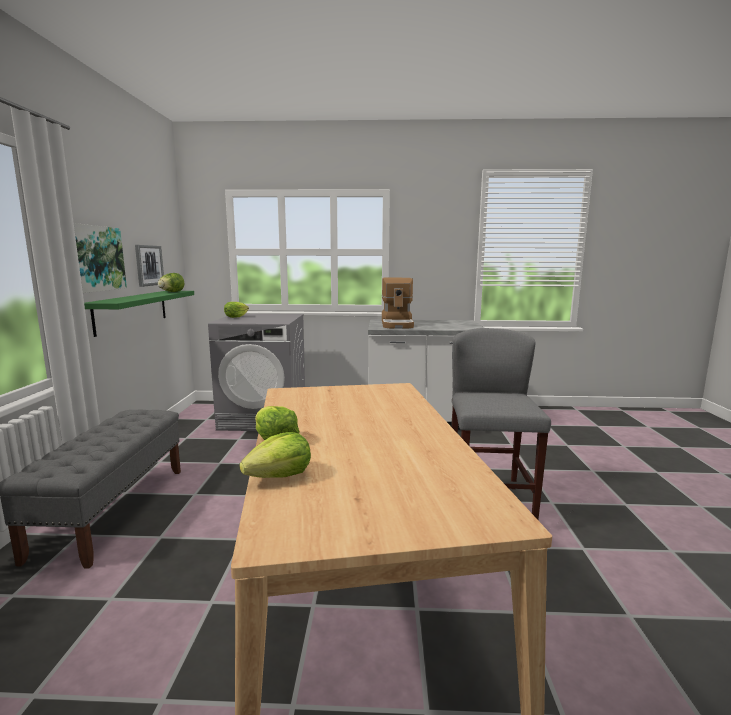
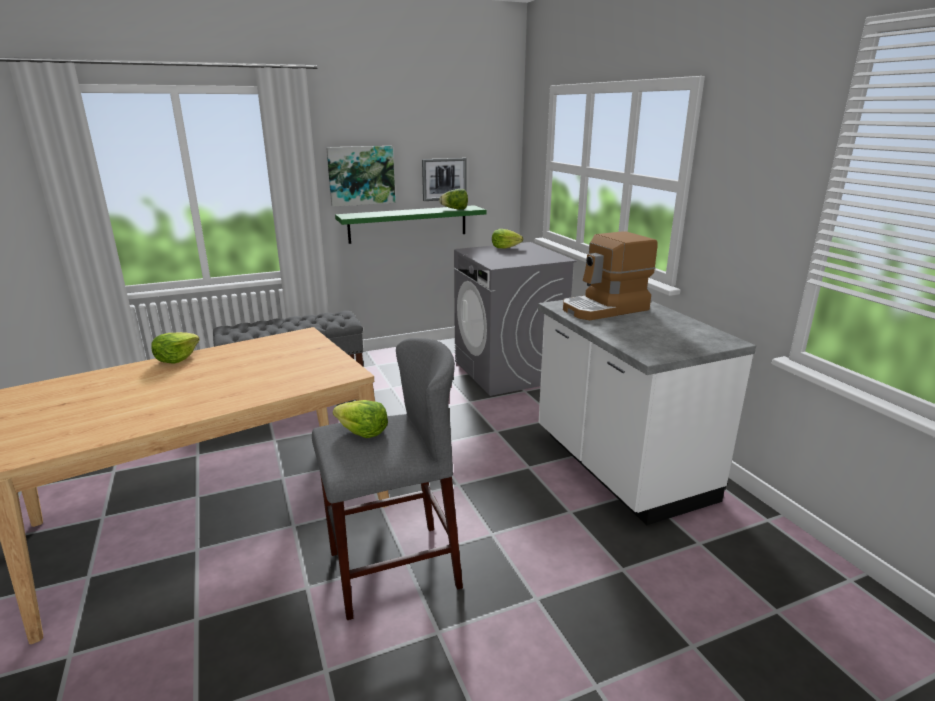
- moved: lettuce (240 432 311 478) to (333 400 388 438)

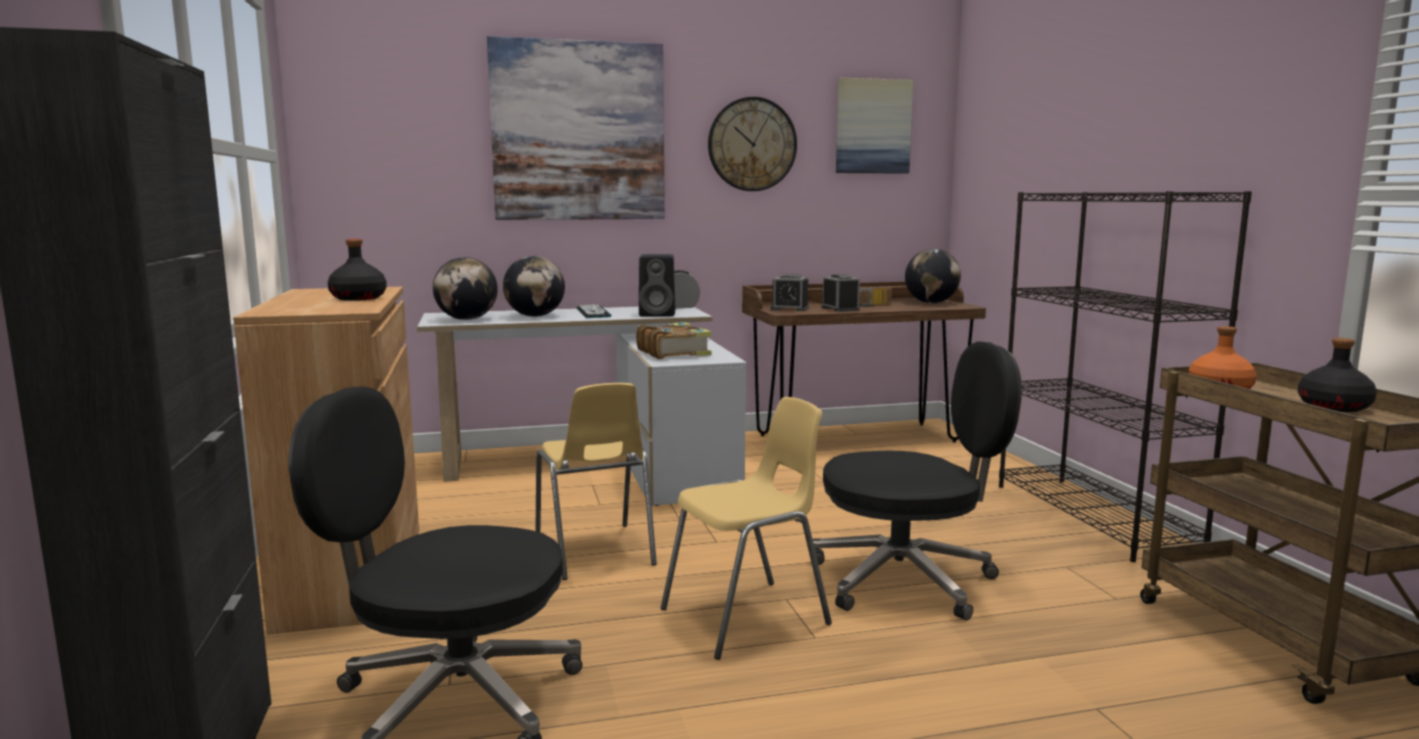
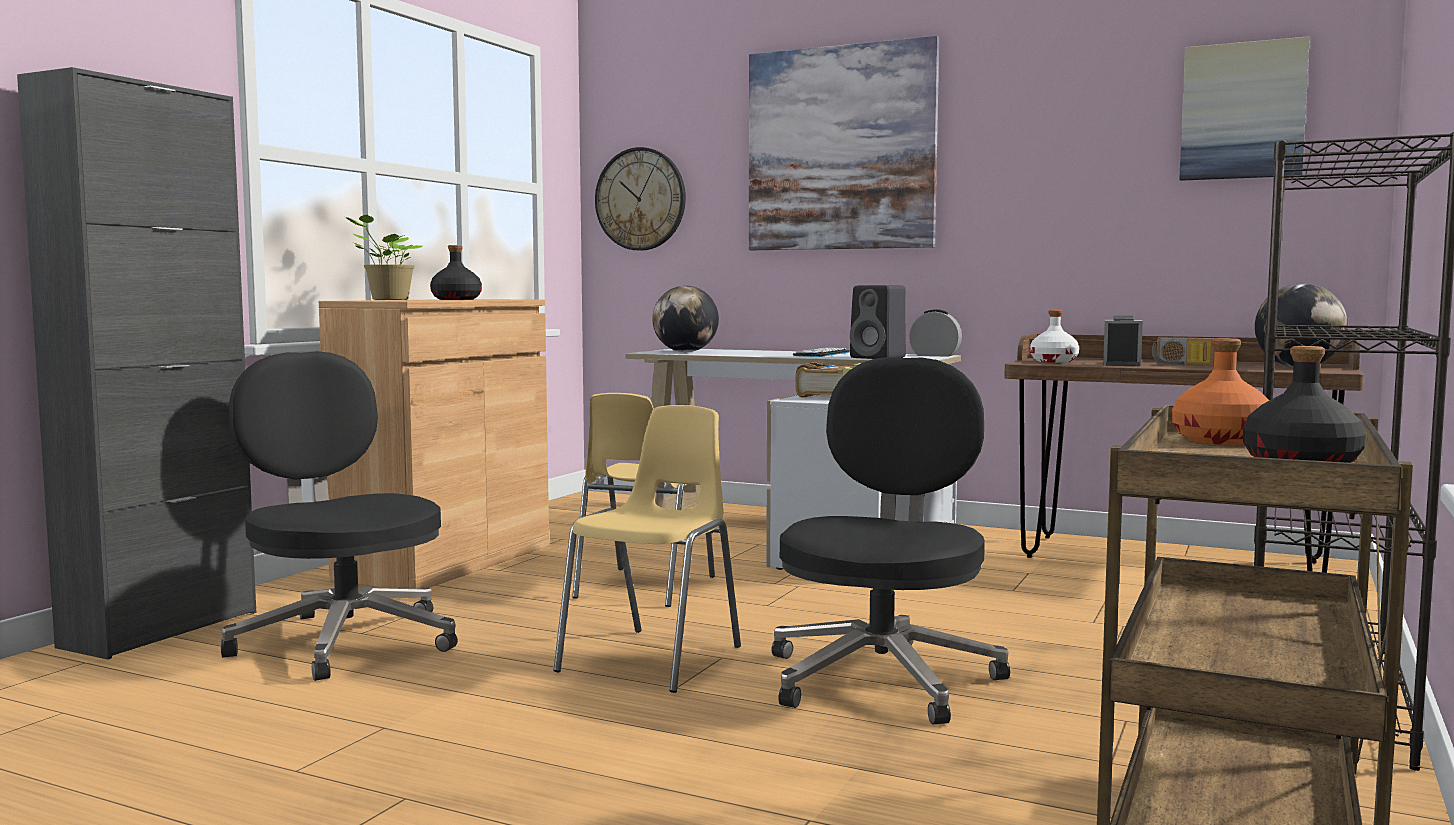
- moved: wall clock (708 97 797 191) to (595 147 686 251)
- removed: globe (503 256 565 317)
- replaced: alarm clock (771 274 809 311) to white bottle (1030 310 1079 363)
- turned: black office chair (813 341 1022 621) = (771 357 1010 724) 105 degrees counterclockwise
- turned: yellow chair (661 397 832 660) = (553 405 741 693) 75 degrees counterclockwise
- added: potted plant (346 215 422 300)

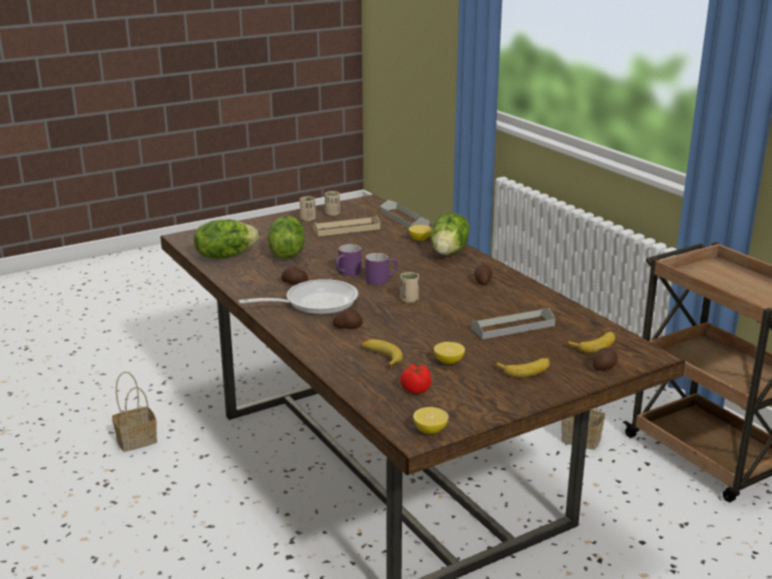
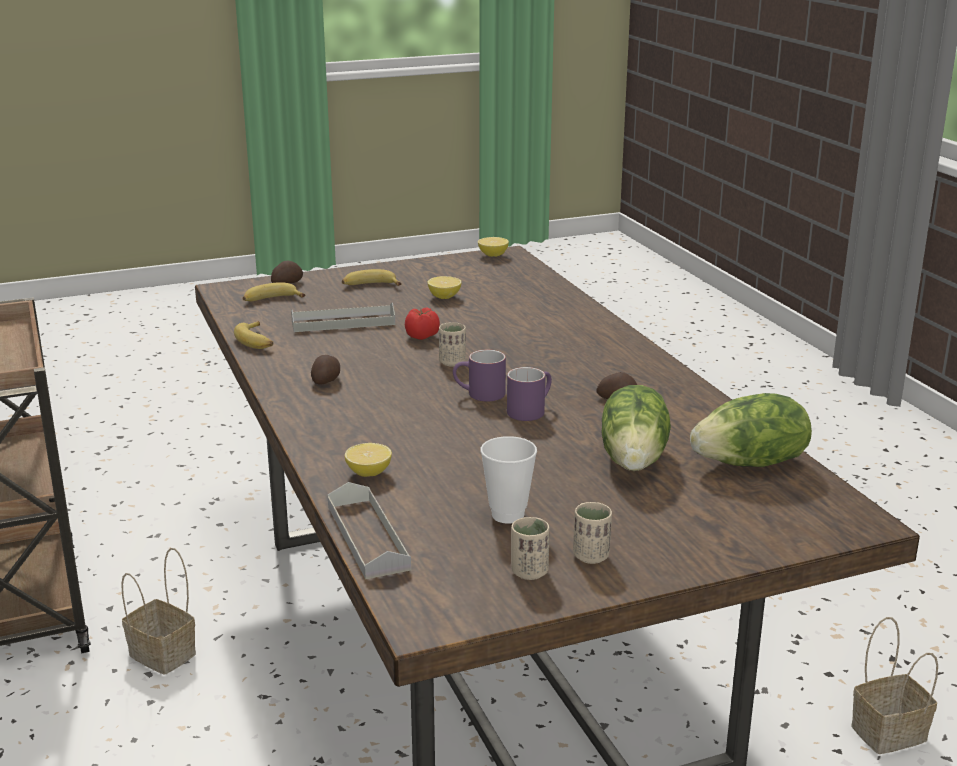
- removed: lettuce (431 213 469 255)
- replaced: beige tray (313 215 380 236) to cup (480 436 537 524)
- removed: frying pan (239 279 358 314)
- removed: potato (333 308 363 329)
- moved: banana (362 339 403 368) to (234 321 273 349)
- moved: tomato (400 364 431 394) to (405 307 440 340)

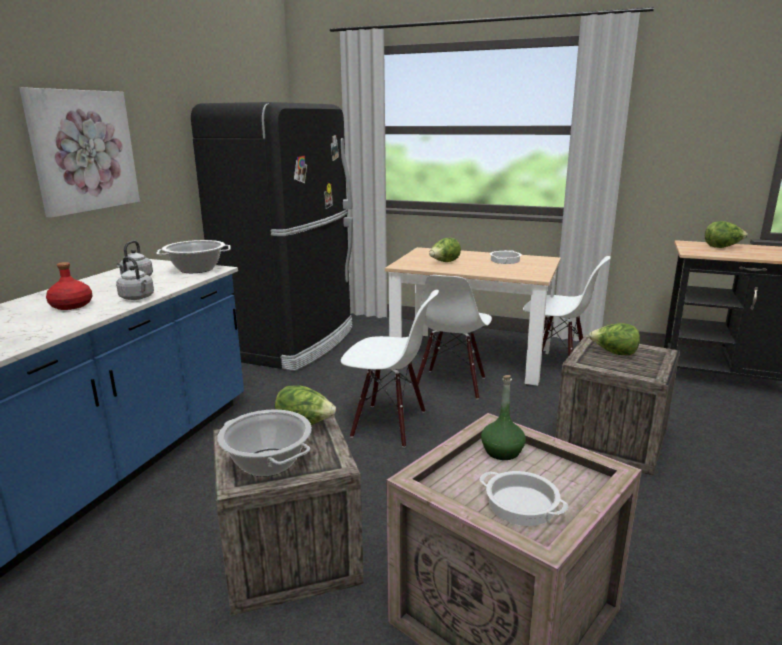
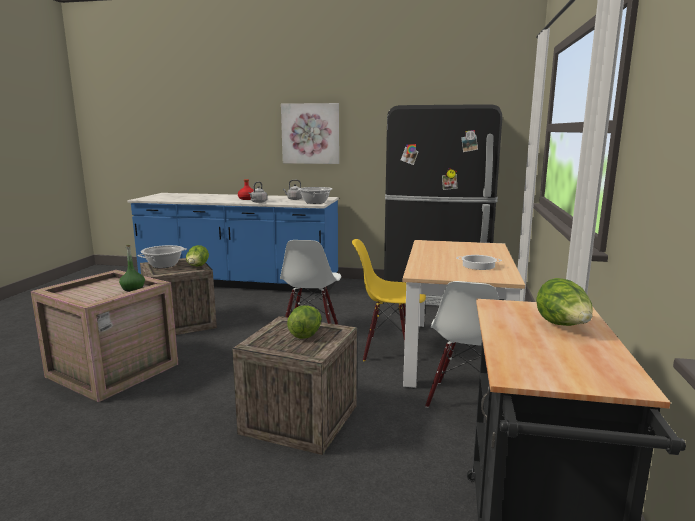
- removed: lettuce (429 237 461 262)
- recoloured: white chair (416 275 492 400) to yellow chair (352 239 426 361)
- removed: cooking pot (479 471 568 526)

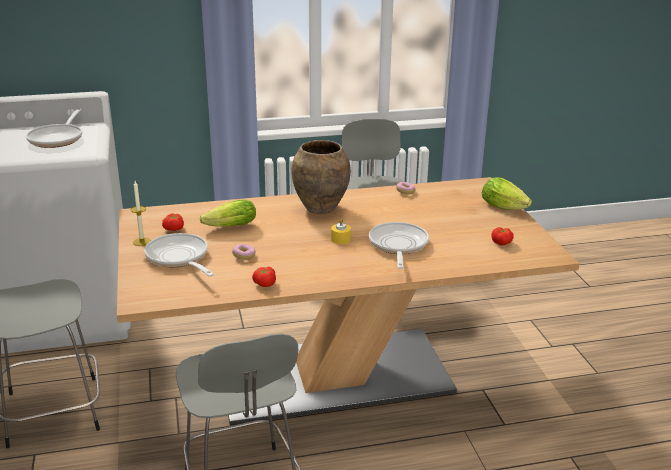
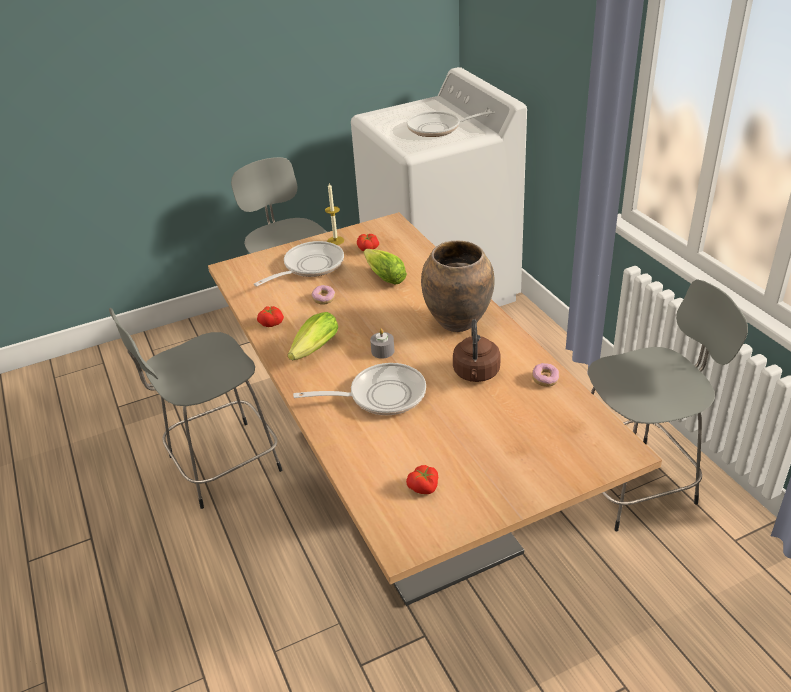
- moved: lettuce (482 177 532 210) to (288 312 338 360)
- recoloured: yellow candle (331 218 351 244) to grey candle (370 329 394 359)
- added: brown kettle (453 319 501 382)

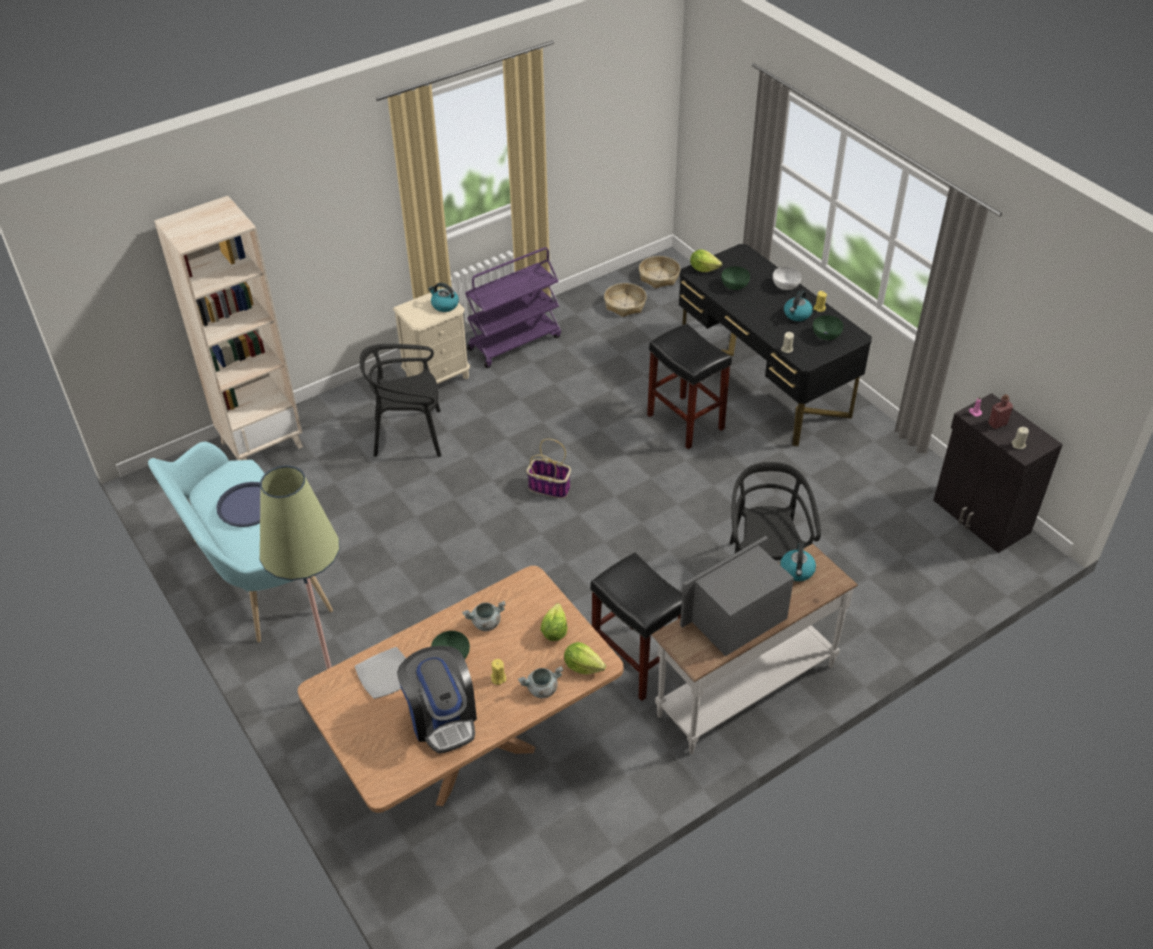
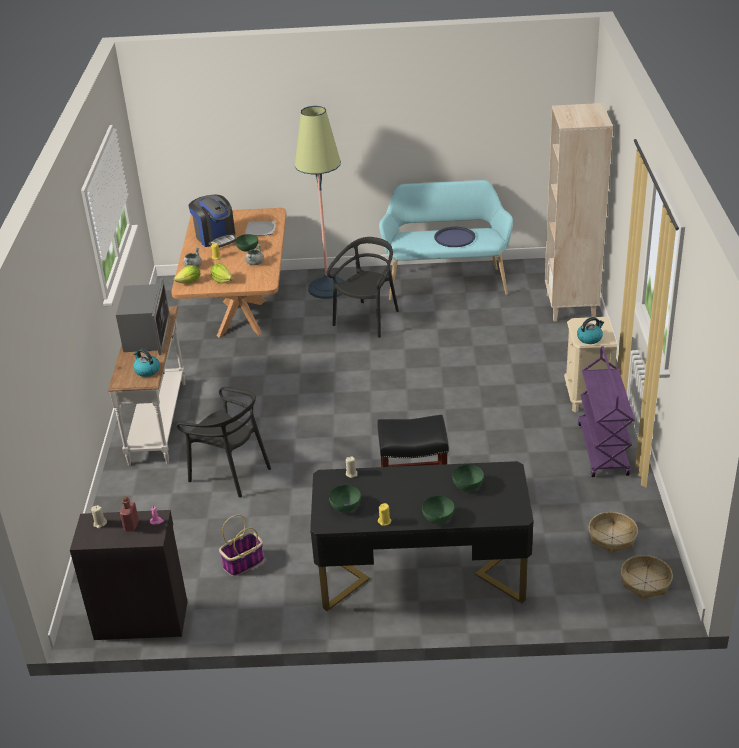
- removed: lettuce (690 249 722 272)
- recoloured: white bowl (773 267 802 290) to green bowl (422 496 454 524)
- removed: kettle (784 290 813 321)
- moved: black chair (360 344 442 457) to (327 237 399 338)
- moved: basket (526 439 571 498) to (219 515 264 576)
- removed: black stool (590 553 682 701)
- turned: coffee machine (397 646 477 753) = (188 194 236 248) 135 degrees counterclockwise

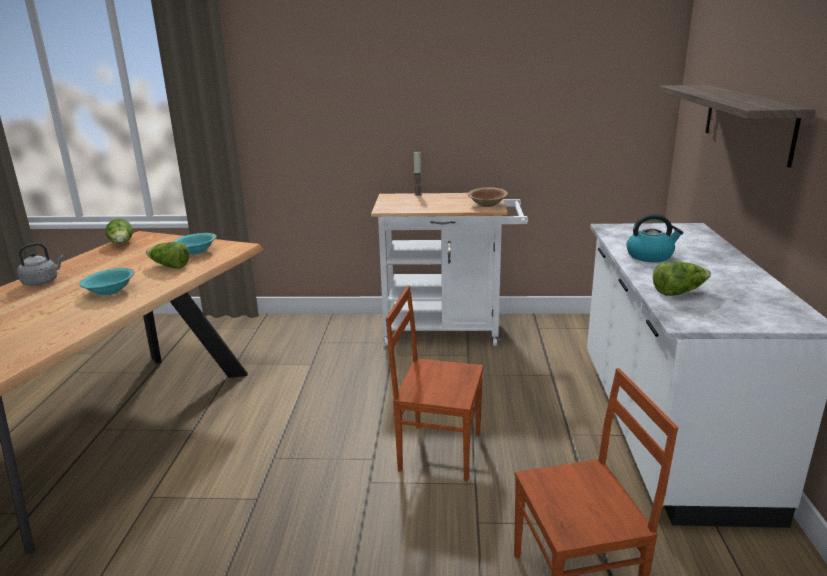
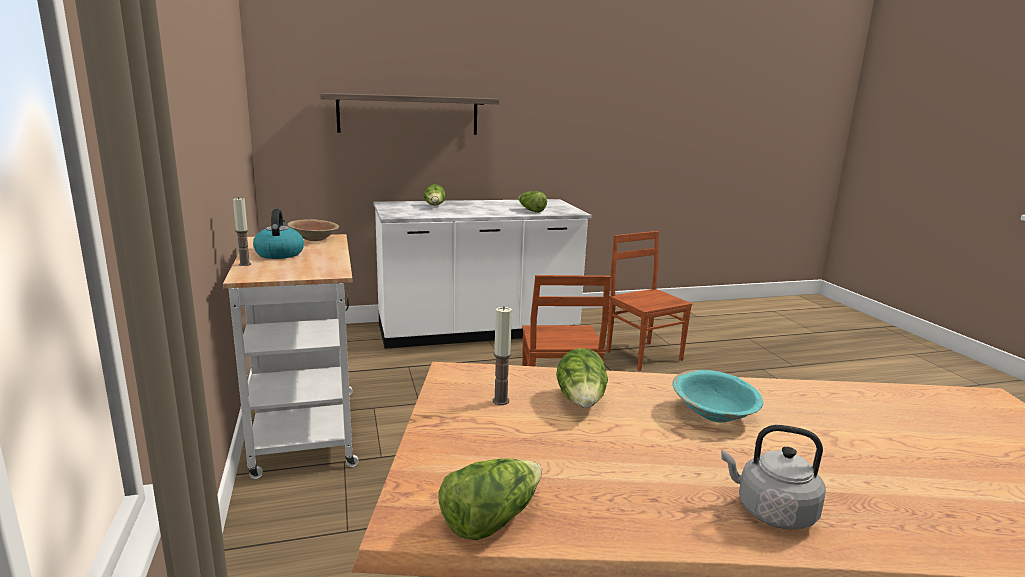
- moved: kettle (626 214 683 262) to (253 209 304 259)
- replaced: turquoise bowl (173 233 217 255) to candle (492 307 512 405)
- added: lettuce (424 184 446 205)

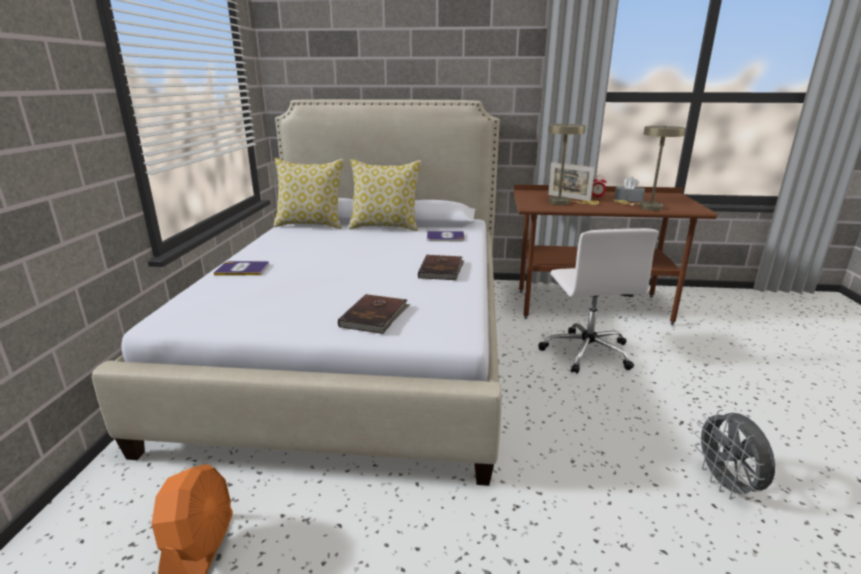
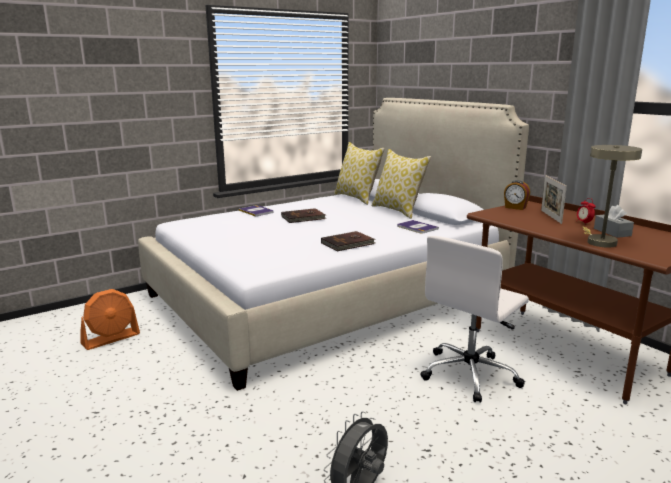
- removed: beige table lamp (548 124 599 205)
- moved: brown book (338 294 410 334) to (281 208 326 223)
- added: alarm clock (504 180 530 210)

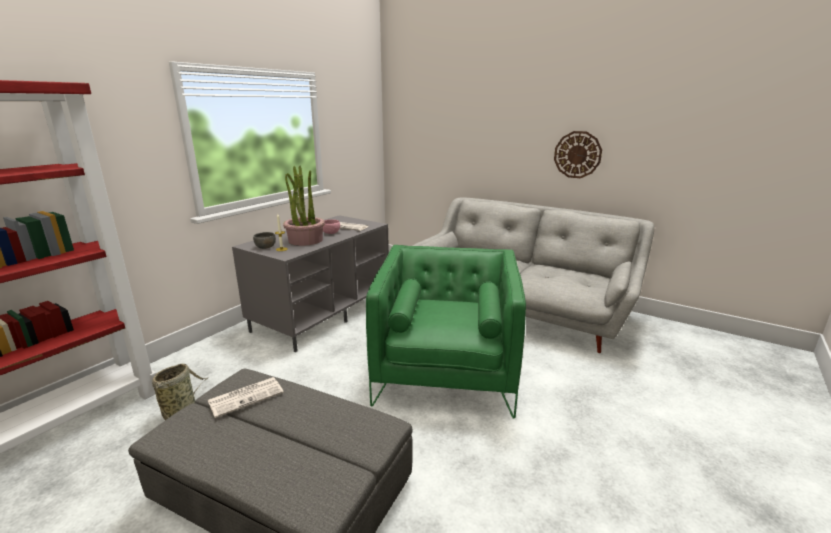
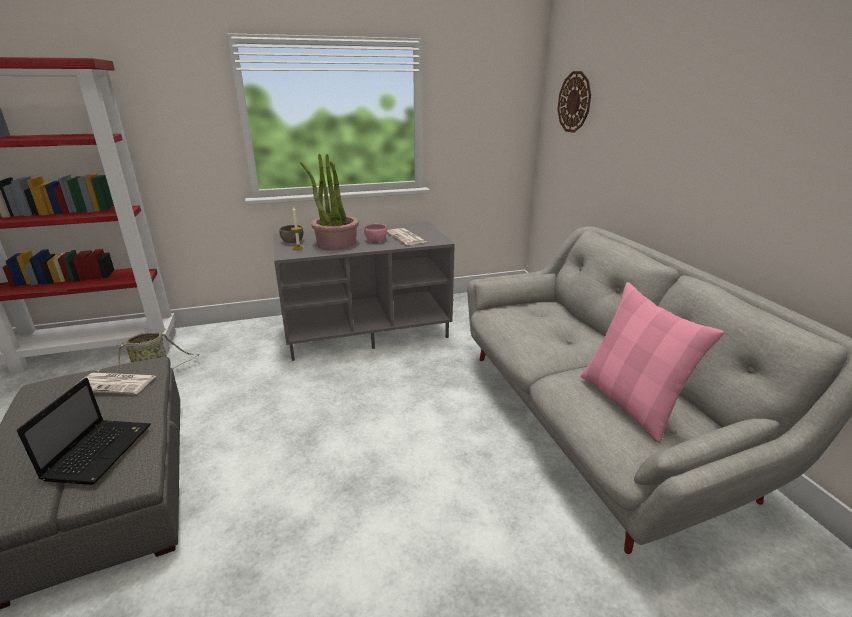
- moved: wall clock (554 131 602 178) to (558 71 591 133)
- removed: green armchair (366 245 526 419)
- added: pink pillow (581 282 724 443)
- added: laptop (17 378 150 485)

